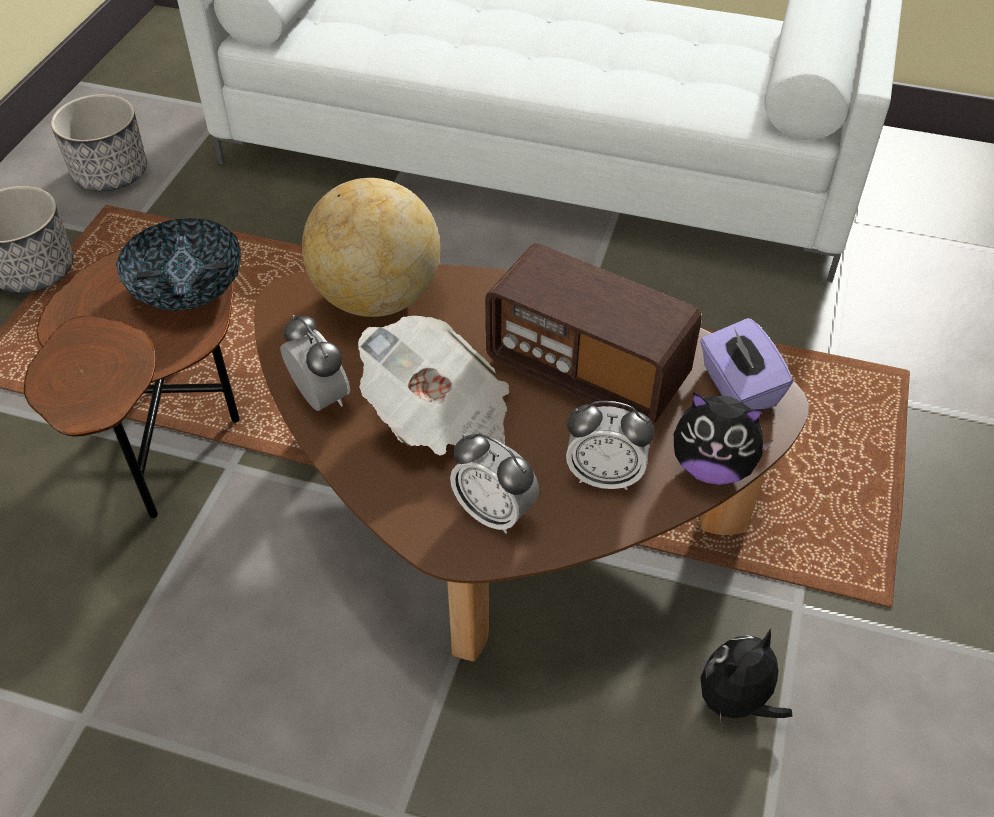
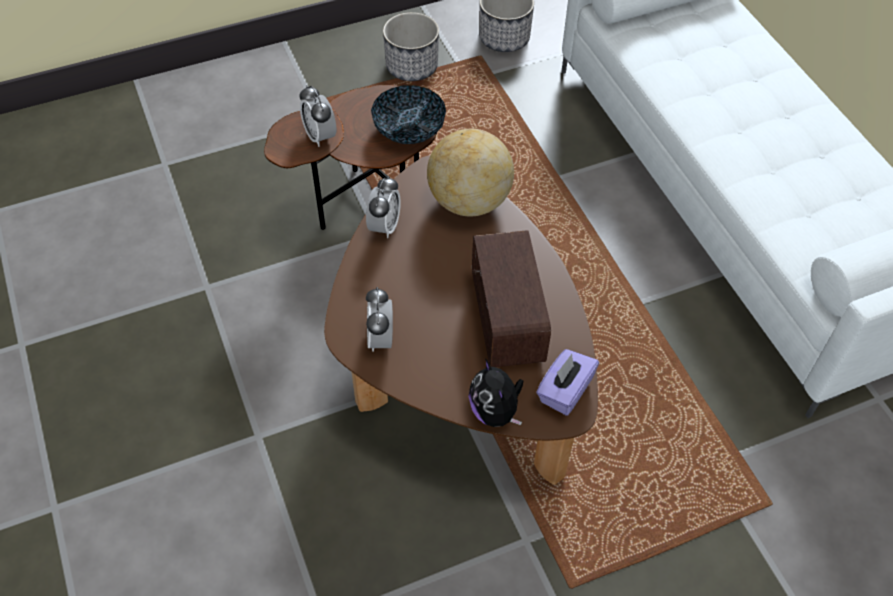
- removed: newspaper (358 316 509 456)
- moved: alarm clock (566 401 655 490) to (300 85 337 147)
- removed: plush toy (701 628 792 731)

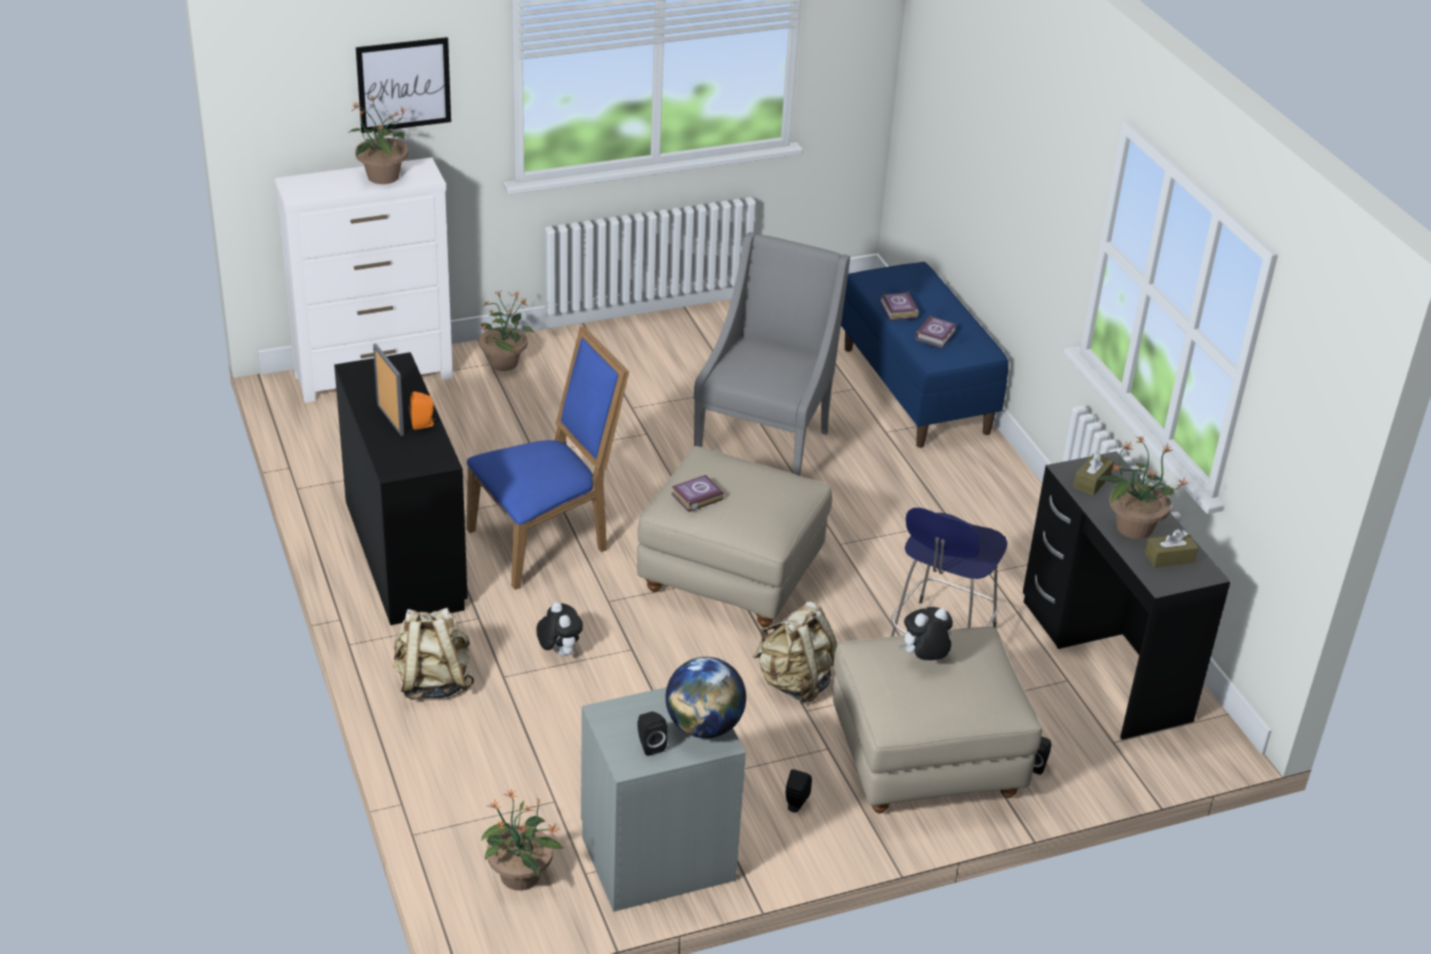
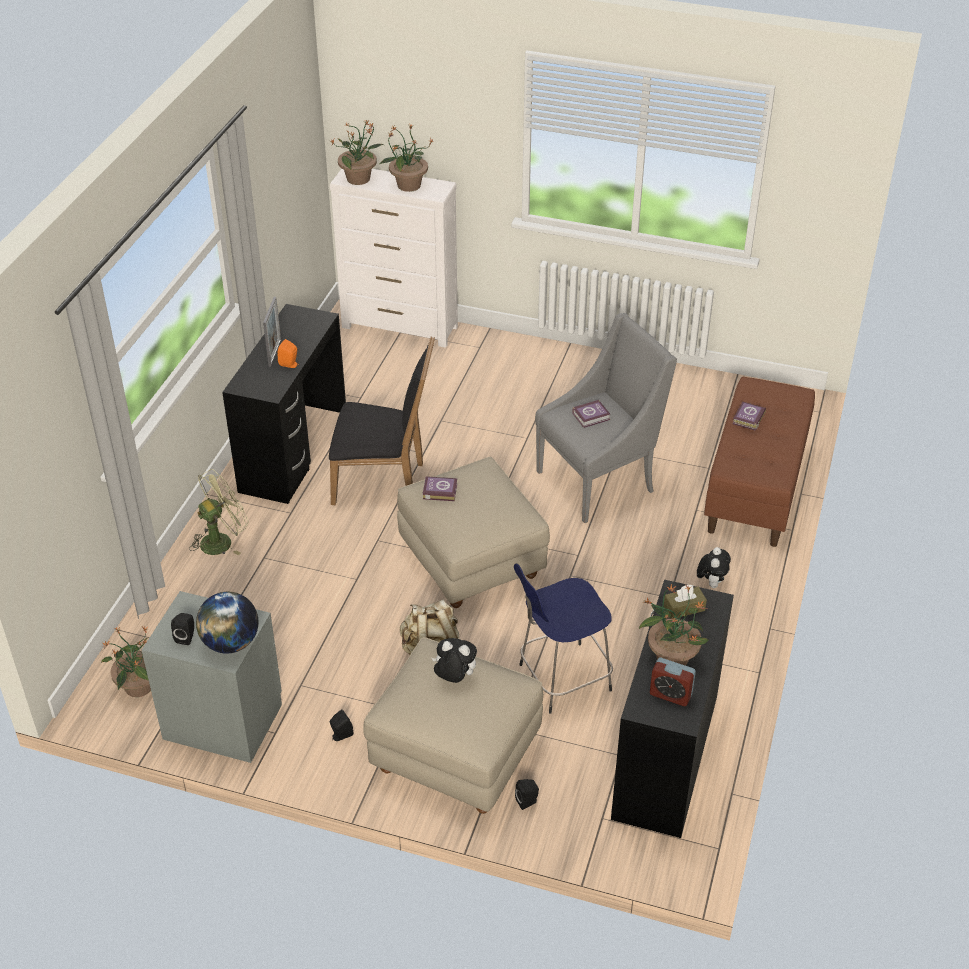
- removed: picture (356 37 451 133)
- recoloured: blue bench (841 262 1009 448) to brown bench (704 377 815 547)
- moved: potted plant (479 292 534 371) to (330 120 384 185)
- moved: book (915 315 957 348) to (572 400 610 428)
- recoloured: blue chair (467 326 629 590) to black chair (329 336 435 505)
- replaced: brown tissue box (1145 529 1198 568) to alarm clock (650 657 696 706)
- moved: plush toy (536 602 583 656) to (697 547 731 588)
- replaced: beige backpack (393 608 474 700) to green fan (189 469 249 555)

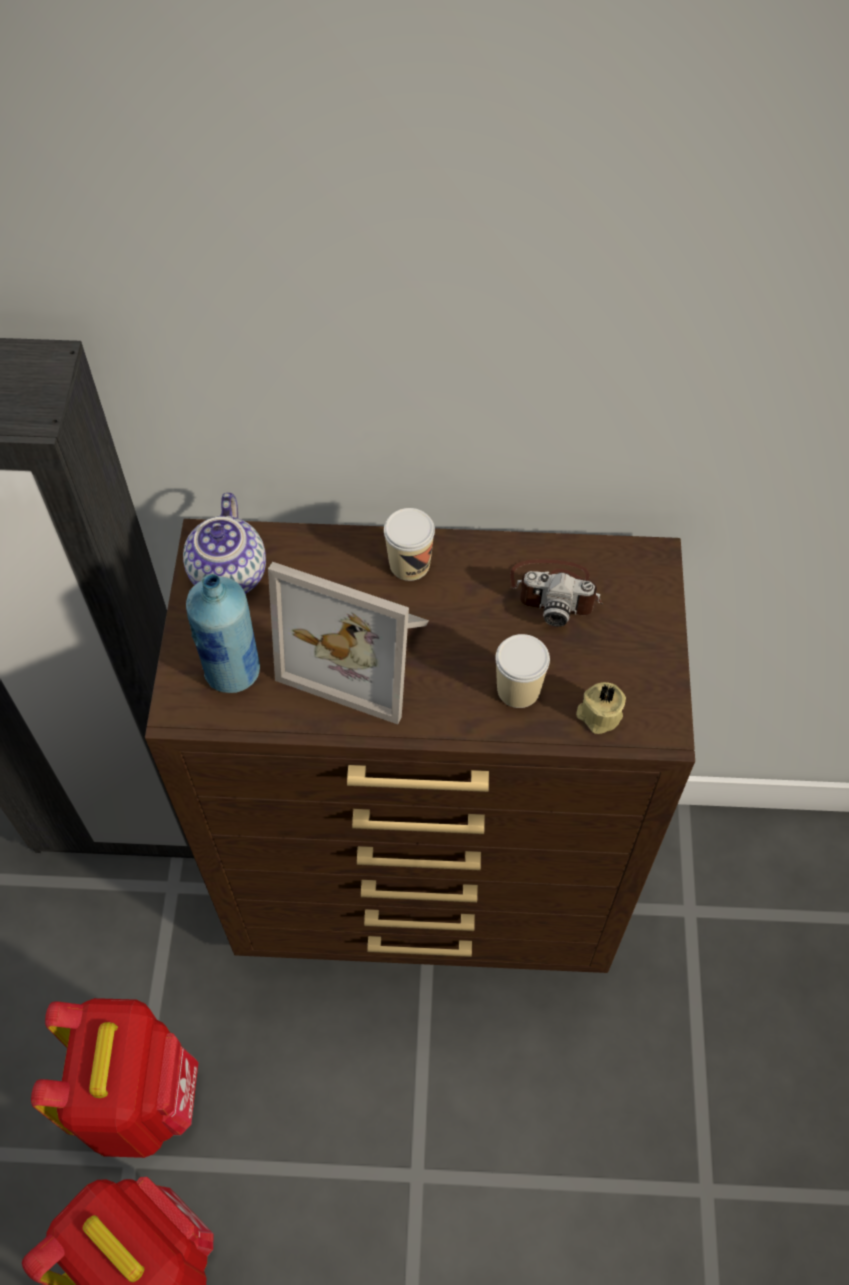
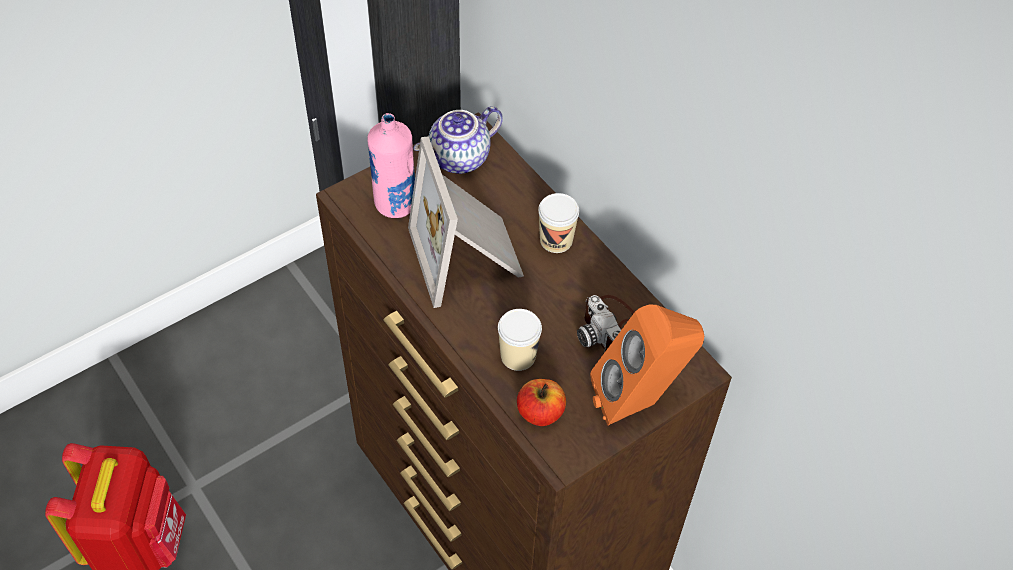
- recoloured: blue bottle (186 573 260 693) to pink bottle (367 113 415 218)
- replaced: beige candle (576 682 626 734) to apple (517 379 566 426)
- removed: red backpack (31 998 199 1158)
- added: orange speaker (590 305 704 426)

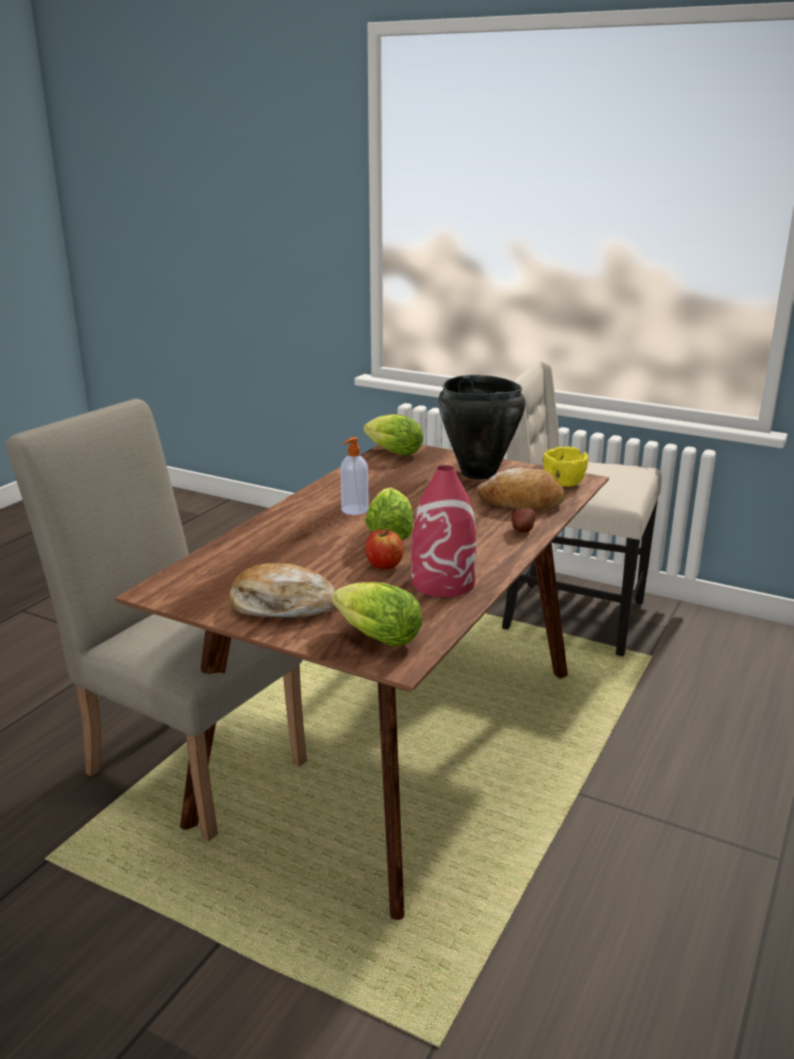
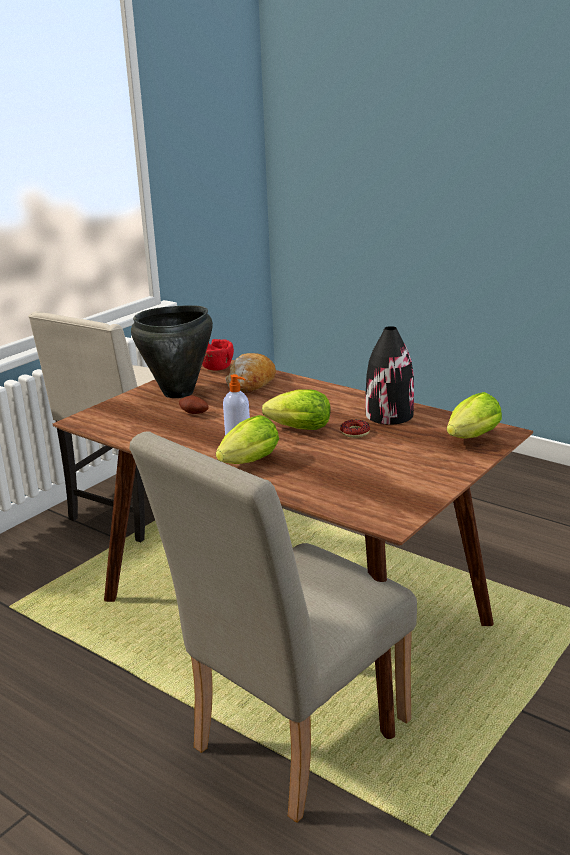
- moved: lettuce (363 414 423 455) to (216 415 279 464)
- recoloured: yellow bowl (543 446 588 487) to red bowl (202 339 234 370)
- recoloured: red vase (411 465 476 597) to black vase (366 326 414 425)
- moved: potato (511 508 536 533) to (179 395 209 414)
- replaced: apple (365 529 403 569) to donut (340 420 370 438)
- removed: bread (229 563 336 618)

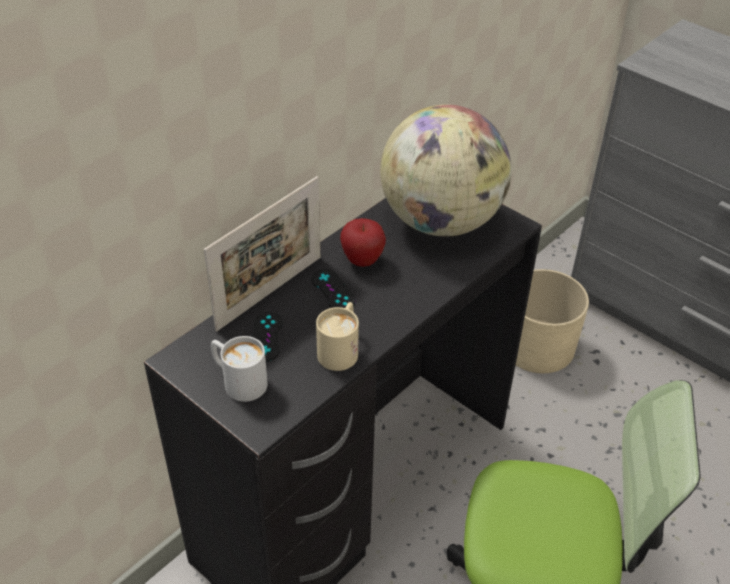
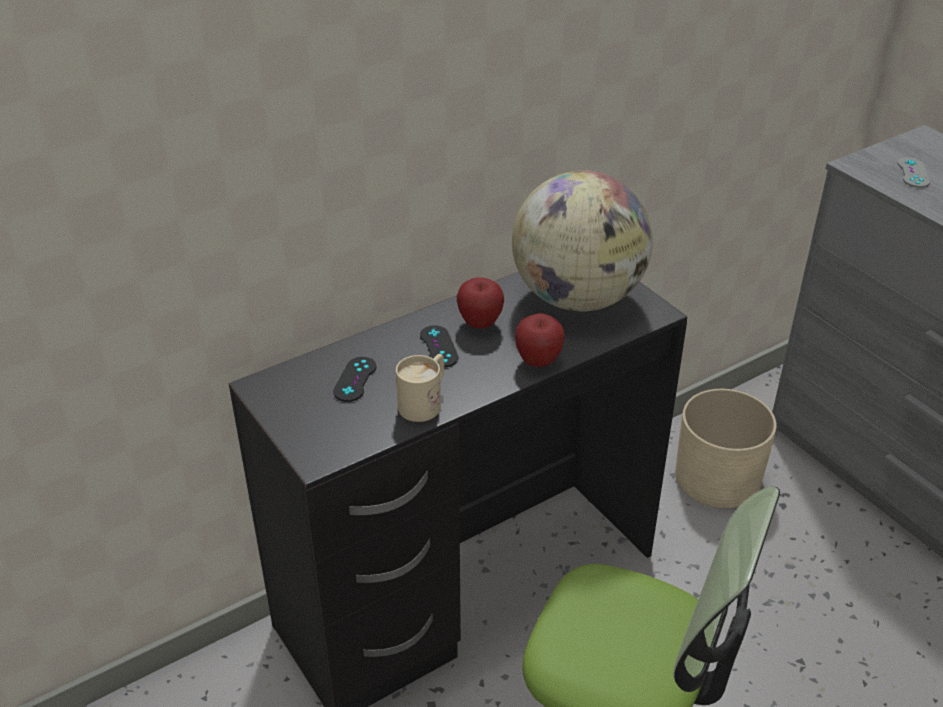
- removed: picture frame (204 176 320 331)
- removed: white mug (211 336 268 402)
- added: grey game controller (898 157 930 188)
- added: apple (515 313 565 367)

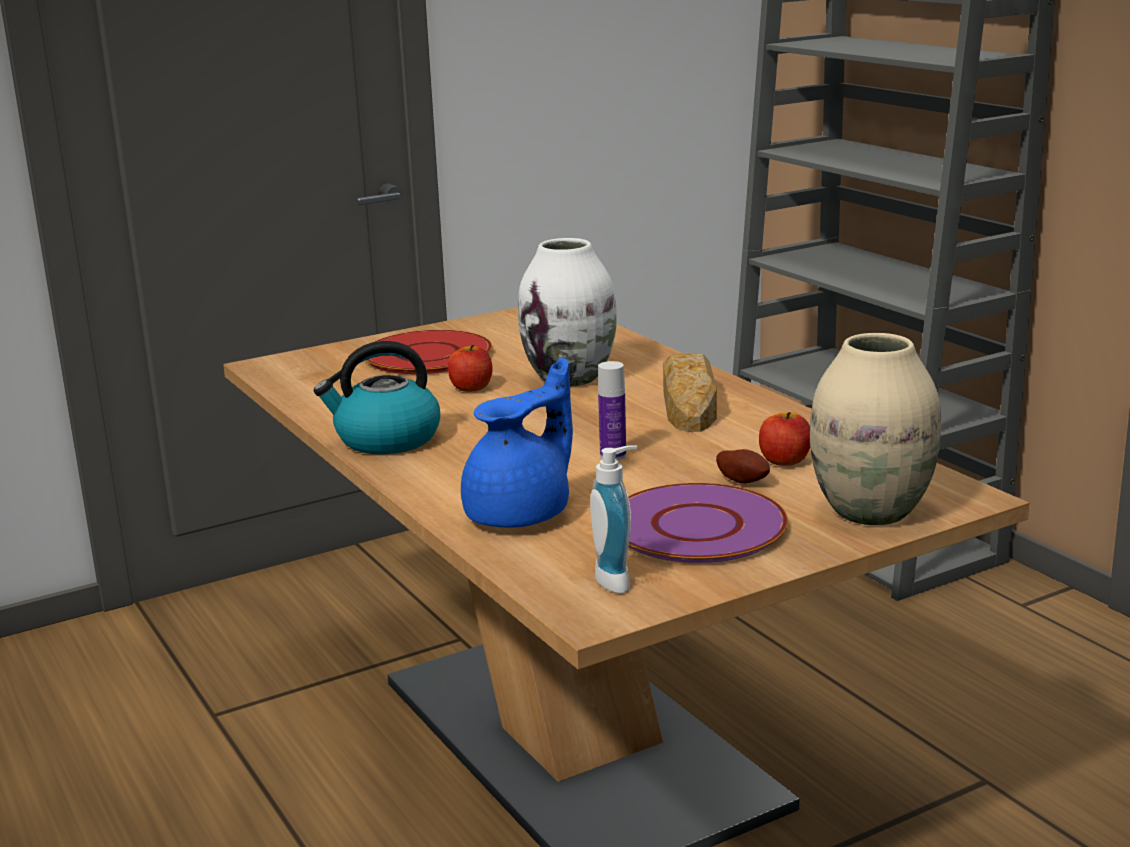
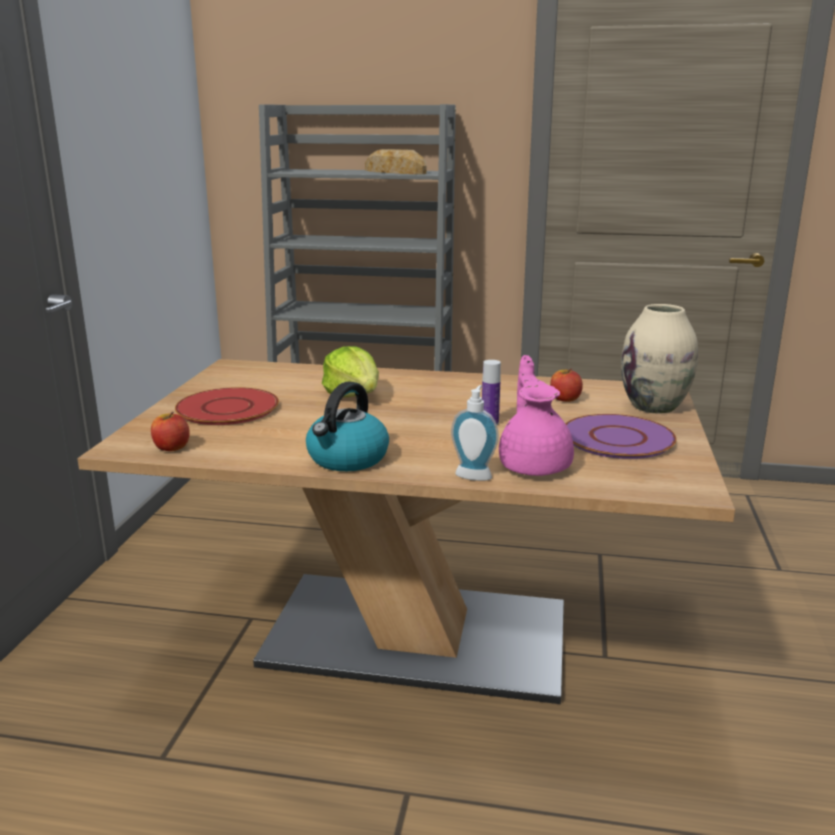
- replaced: white vase (518 238 617 386) to lettuce (322 346 379 397)
- moved: apple (448 345 493 392) to (151 412 190 451)
- moved: bread (663 353 717 432) to (365 149 427 174)
- recoloured: blue teapot (461 358 573 528) to pink teapot (499 355 574 476)
- moved: soap dispenser (590 445 637 593) to (451 385 499 481)
- removed: potato (716 449 770 484)

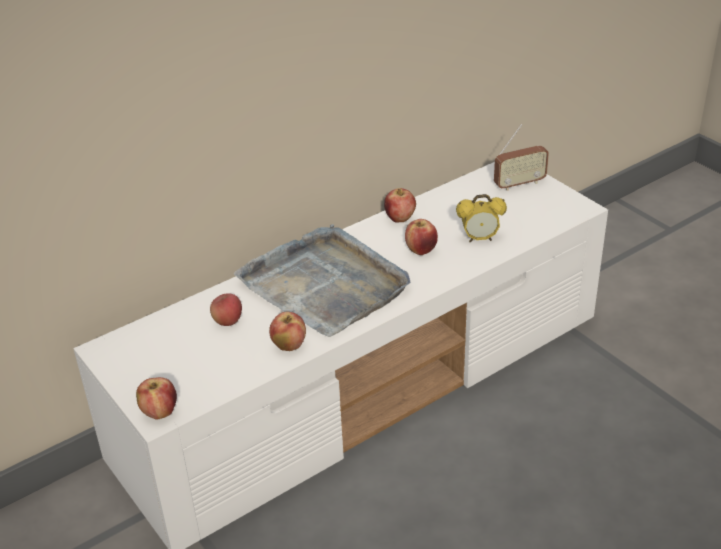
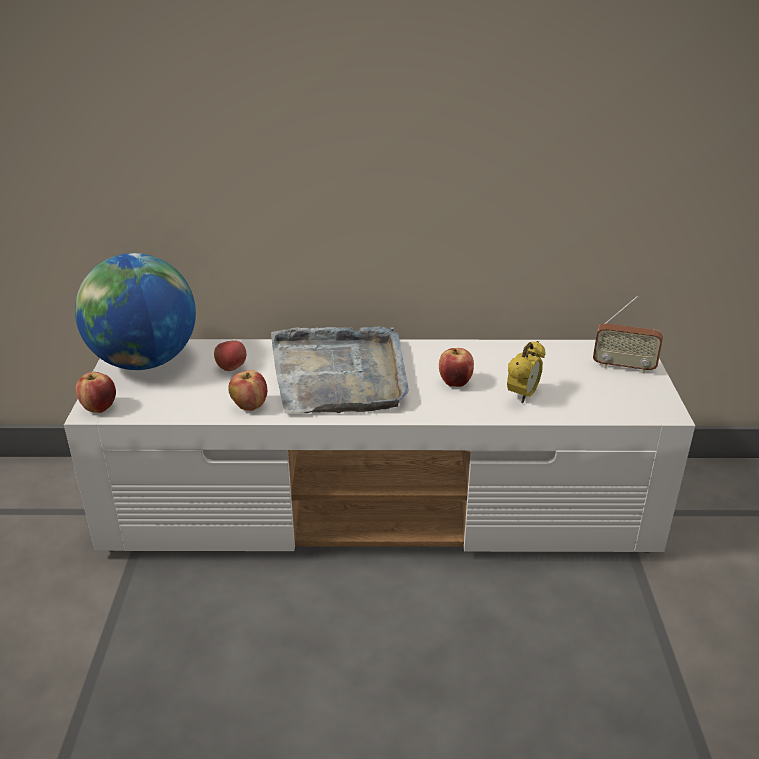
- removed: apple (384 188 416 222)
- turned: alarm clock (456 194 507 242) = (507 341 546 403) 90 degrees counterclockwise
- added: globe (75 253 196 370)

